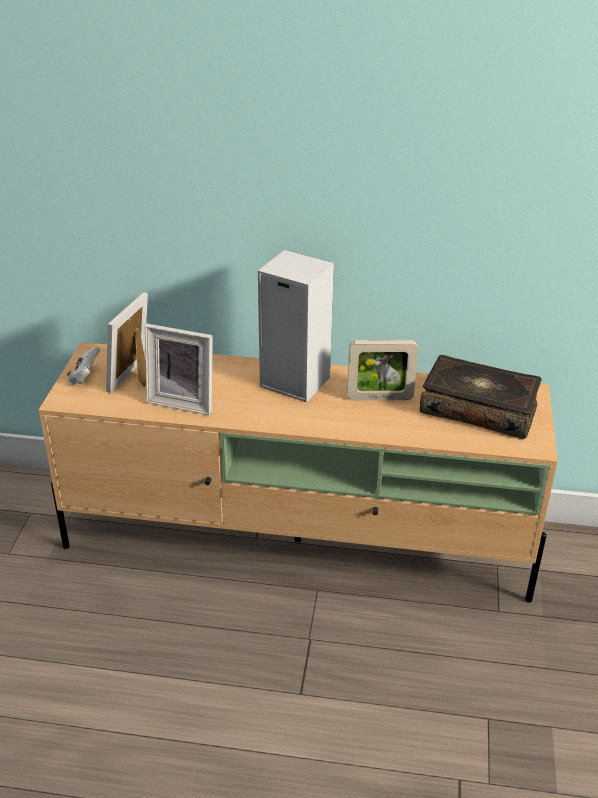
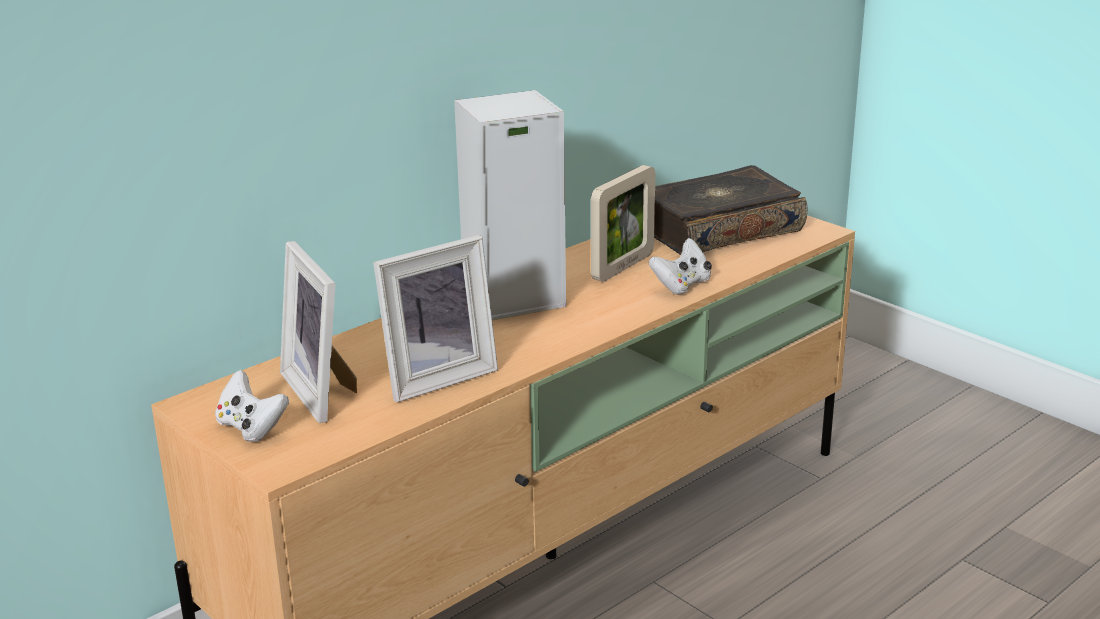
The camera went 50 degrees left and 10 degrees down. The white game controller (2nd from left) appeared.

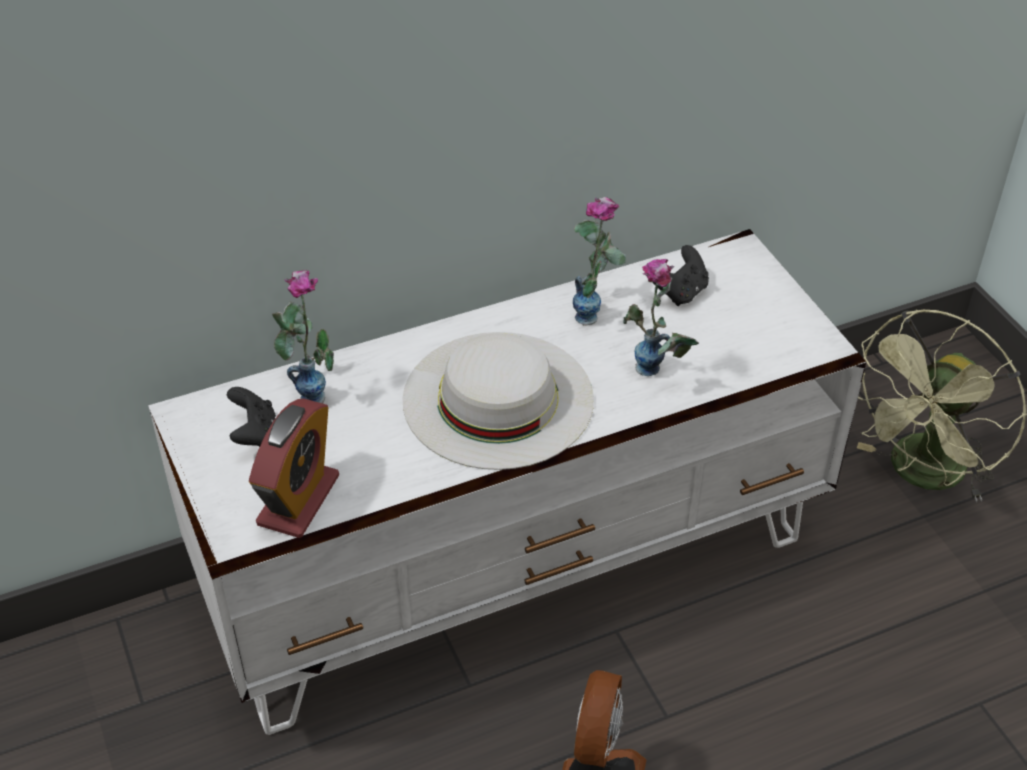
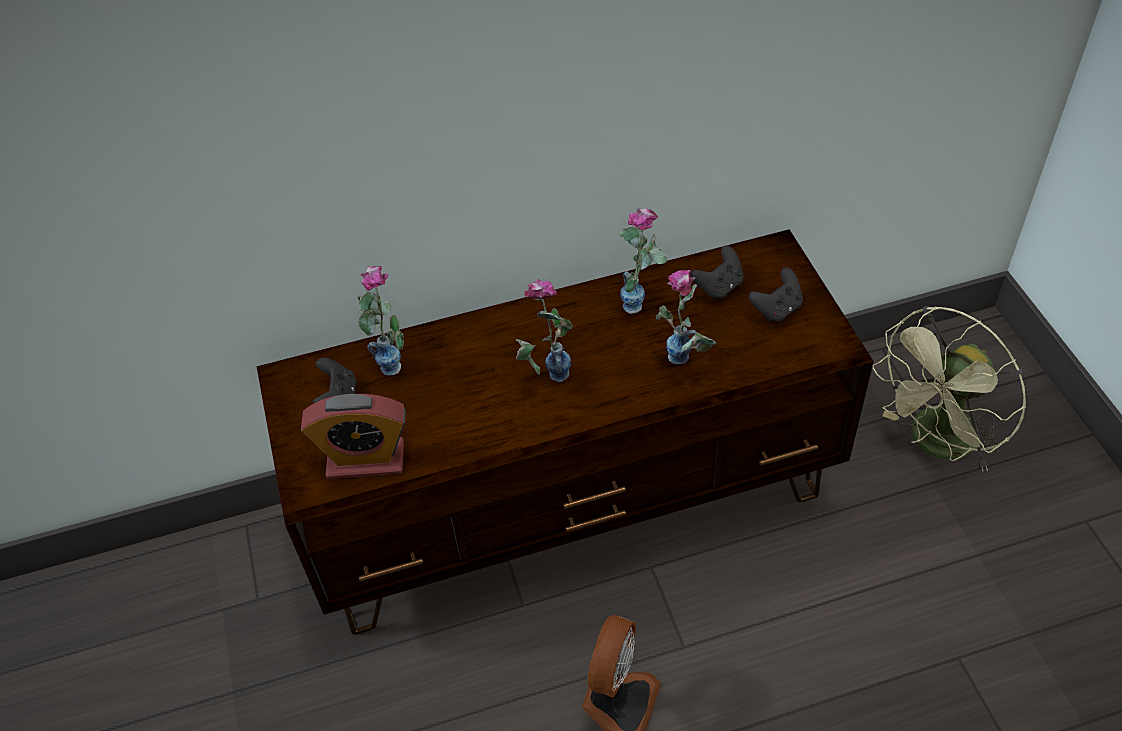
The camera went 10 degrees right and 5 degrees up. The white tv stand became the brown tv stand. The white hat was replaced by the vase (2nd from left). The alarm clock turned 60 degrees clockwise. The black game controller (3rd from left) appeared.

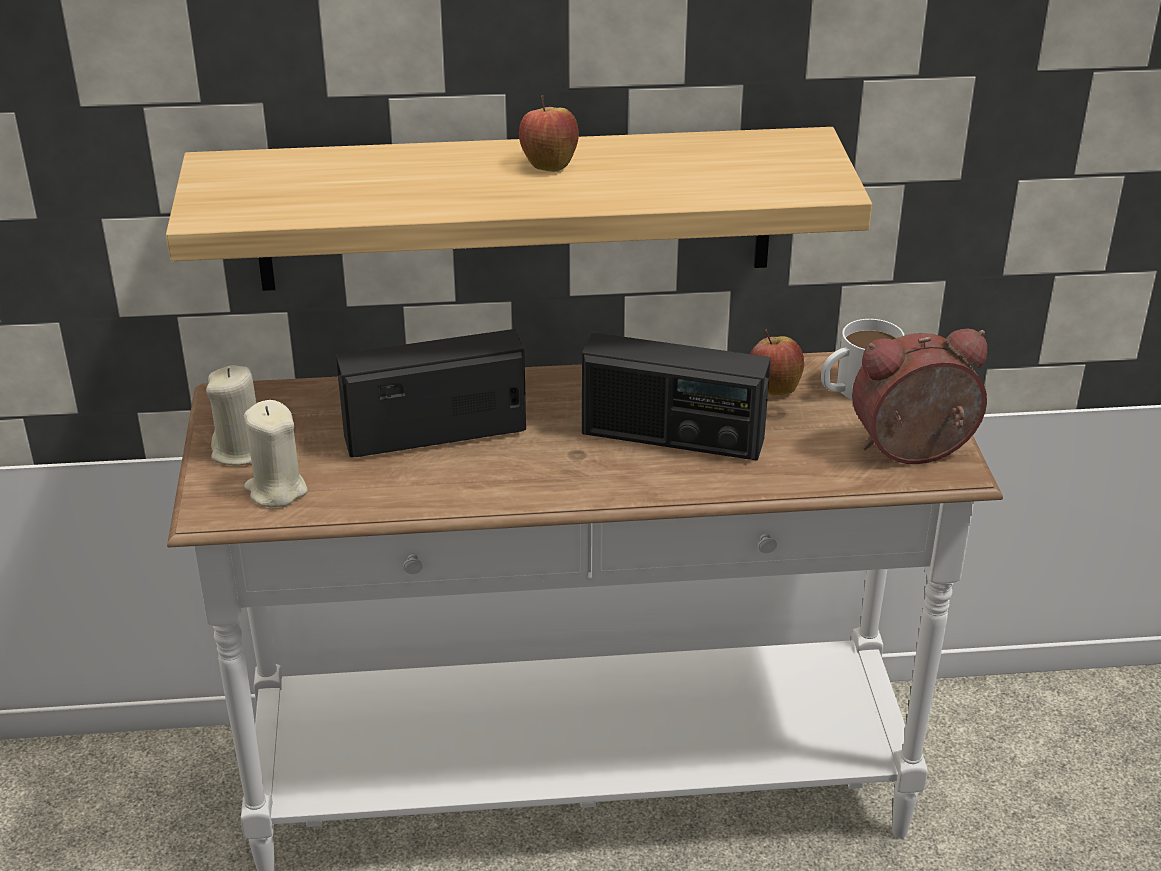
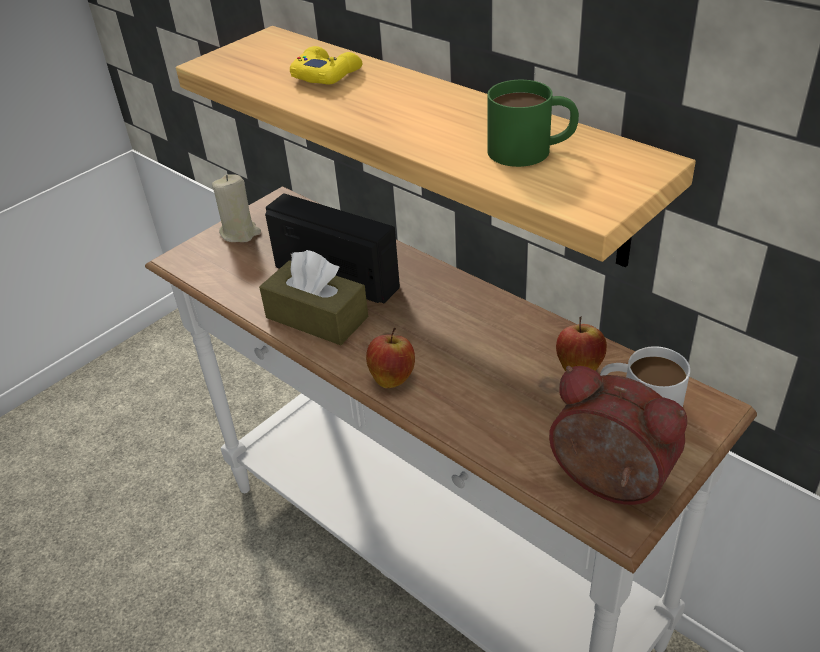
The camera went 50 degrees right and 5 degrees up. The apple (1st from left) moved. The radio (2nd from left) disappeared. The beige candle (2nd from left) disappeared. The yellow game controller appeared. The green mug appeared. The brown tissue box appeared.

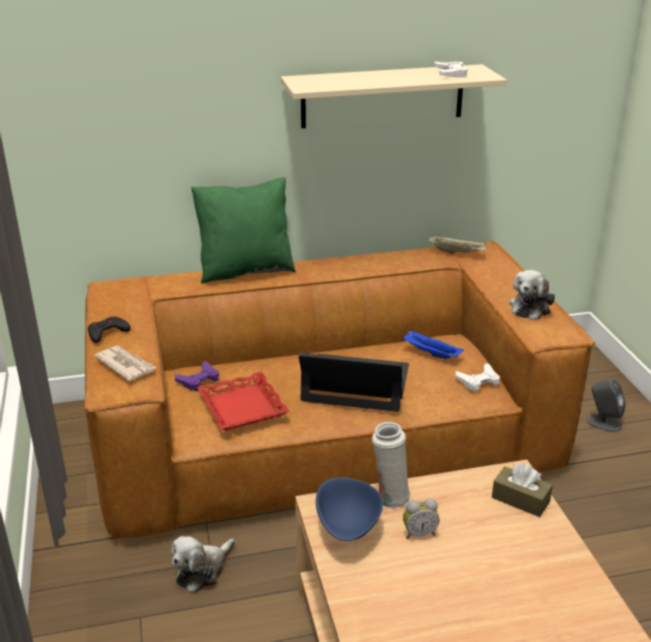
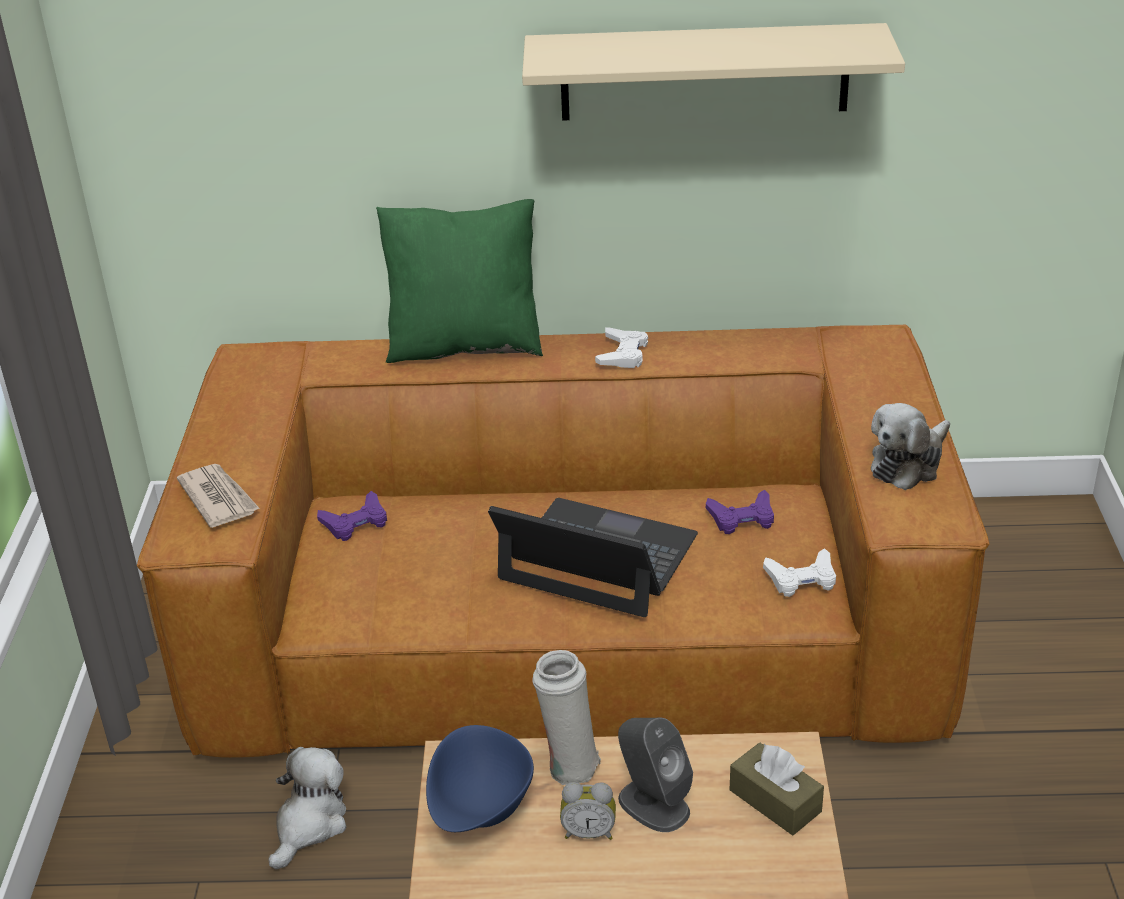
The camera went 15 degrees right and 5 degrees up. The white game controller (1st from left) moved. The beige tray disappeared. The black game controller disappeared. The blue tray was replaced by the purple game controller (2nd from left). The red tray disappeared. The grey speaker moved. The plush toy (1st from left) turned 150 degrees clockwise.

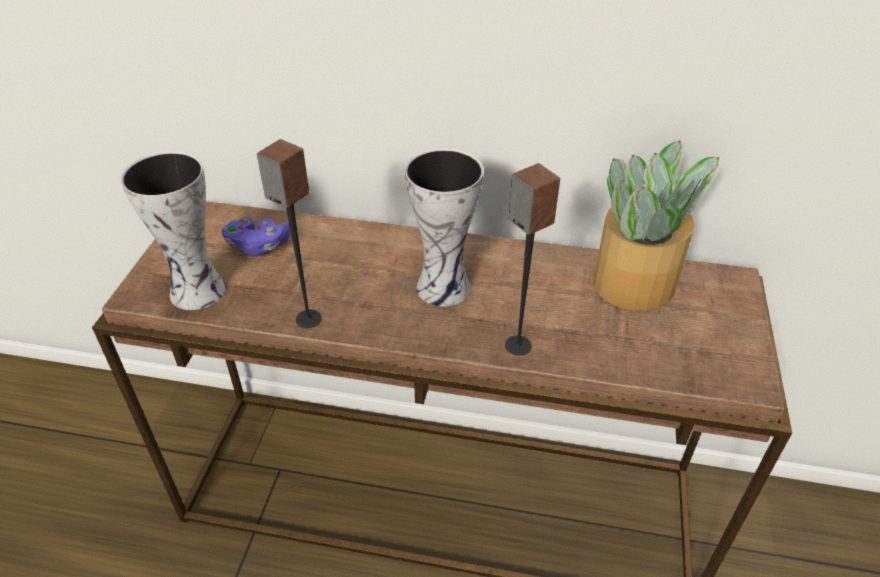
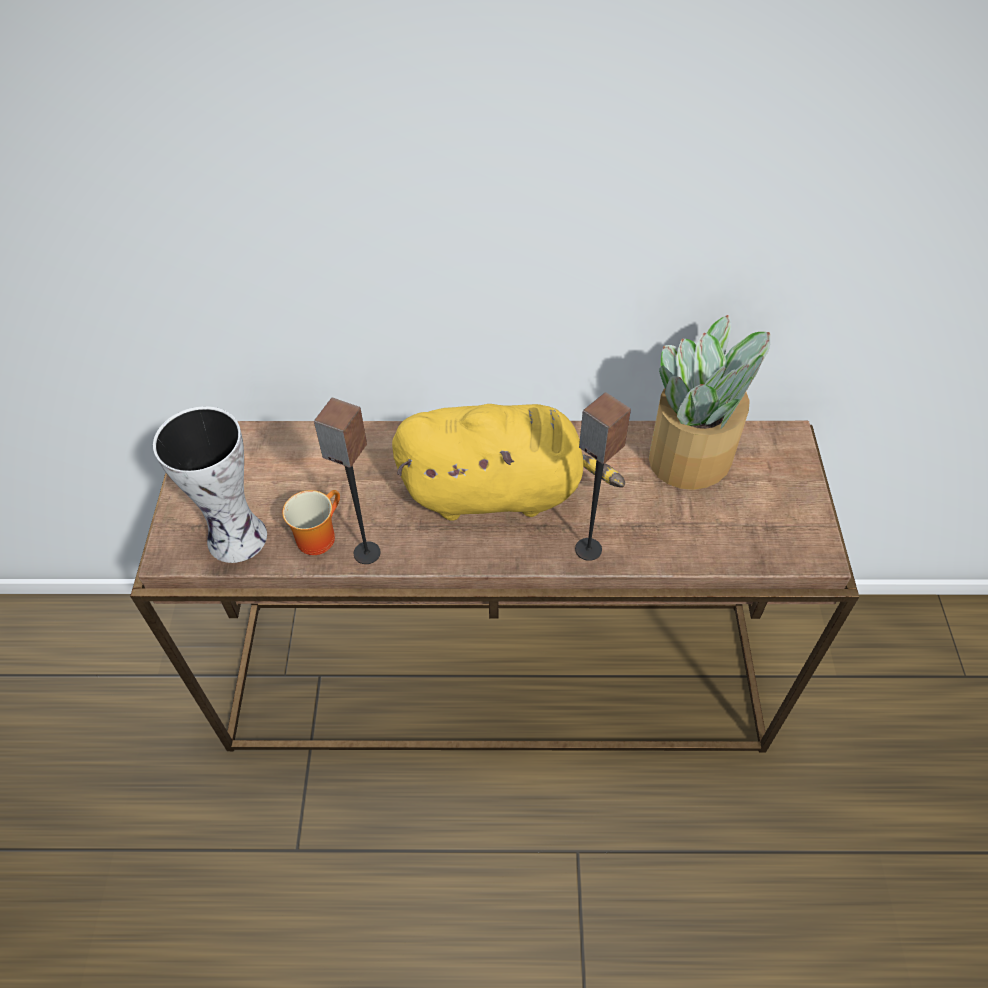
The camera went 10 degrees left and 10 degrees up. The vase (2nd from left) was replaced by the yellow plush toy. The purple game controller disappeared. The mug appeared.

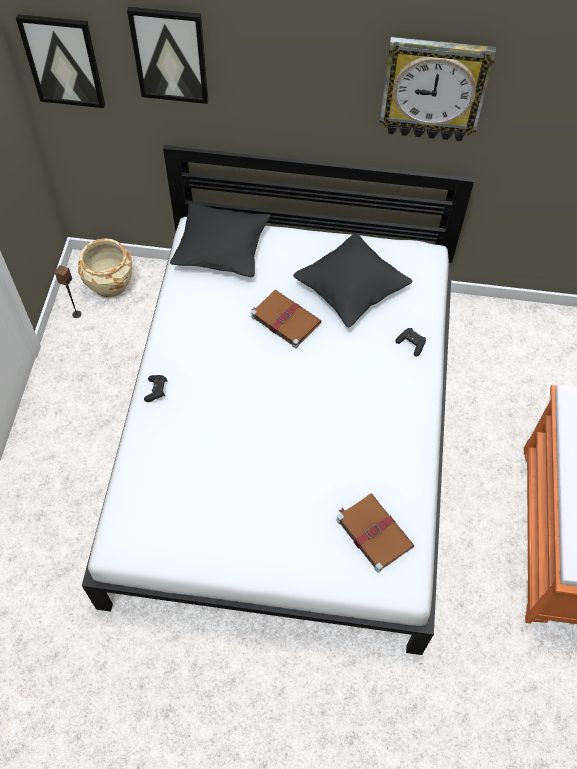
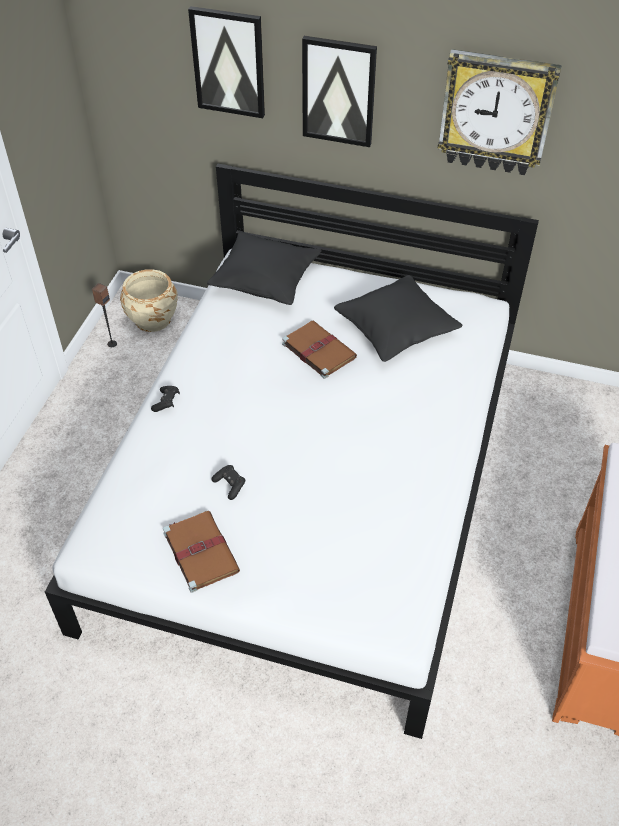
The camera went 10 degrees right and 10 degrees down. The picture (1st from left in the first image) moved. The black game controller (2nd from left) moved. The brown book (2nd from left in the first image) moved.

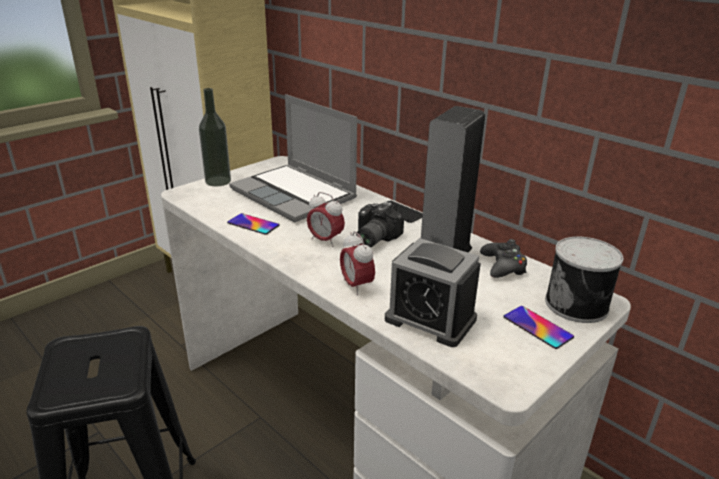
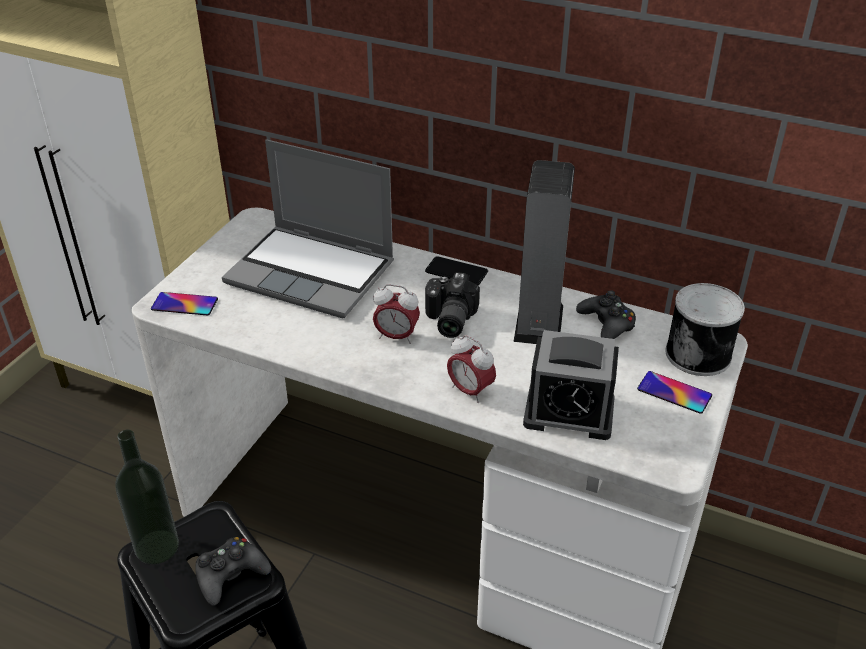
The camera went 20 degrees left and 10 degrees up. The bottle moved. The phone (1st from left) moved. The black game controller (1st from left) appeared.

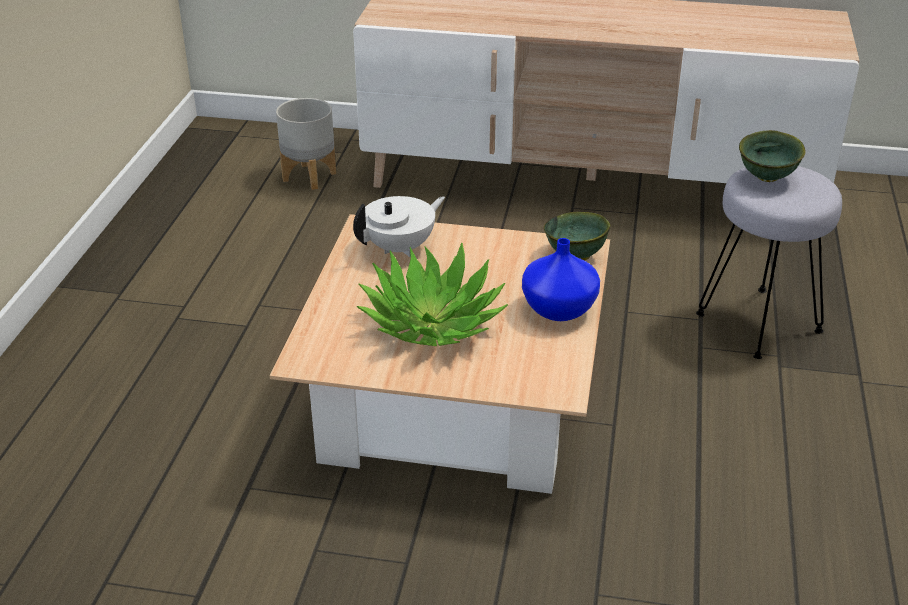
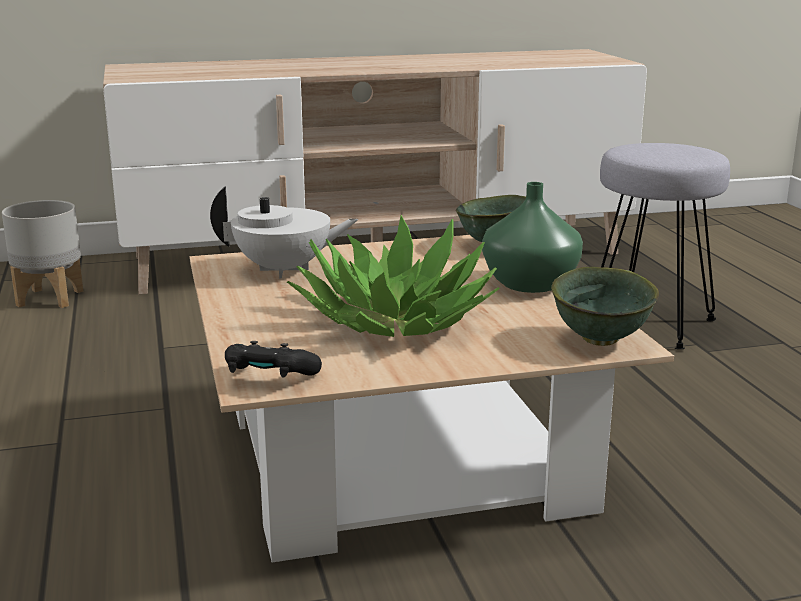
The camera went 25 degrees left and 15 degrees down. The green bowl (2nd from left) moved. The white teapot turned 60 degrees clockwise. The blue vase became the green vase. The black game controller appeared.

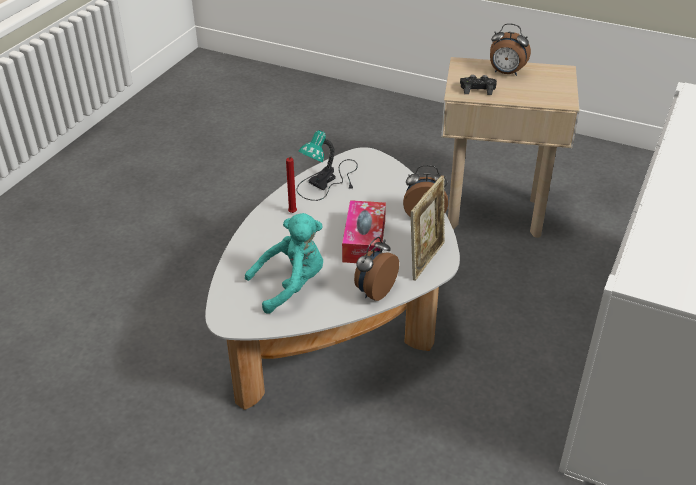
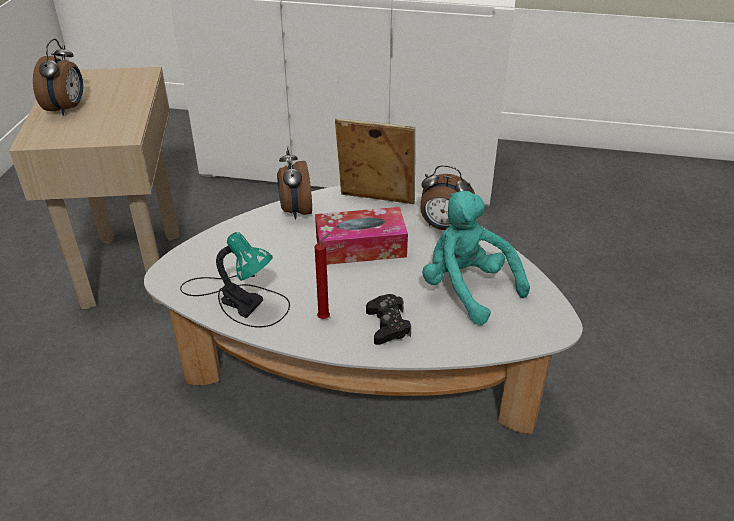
The camera went 105 degrees left and 0 degrees up. The black game controller moved.

